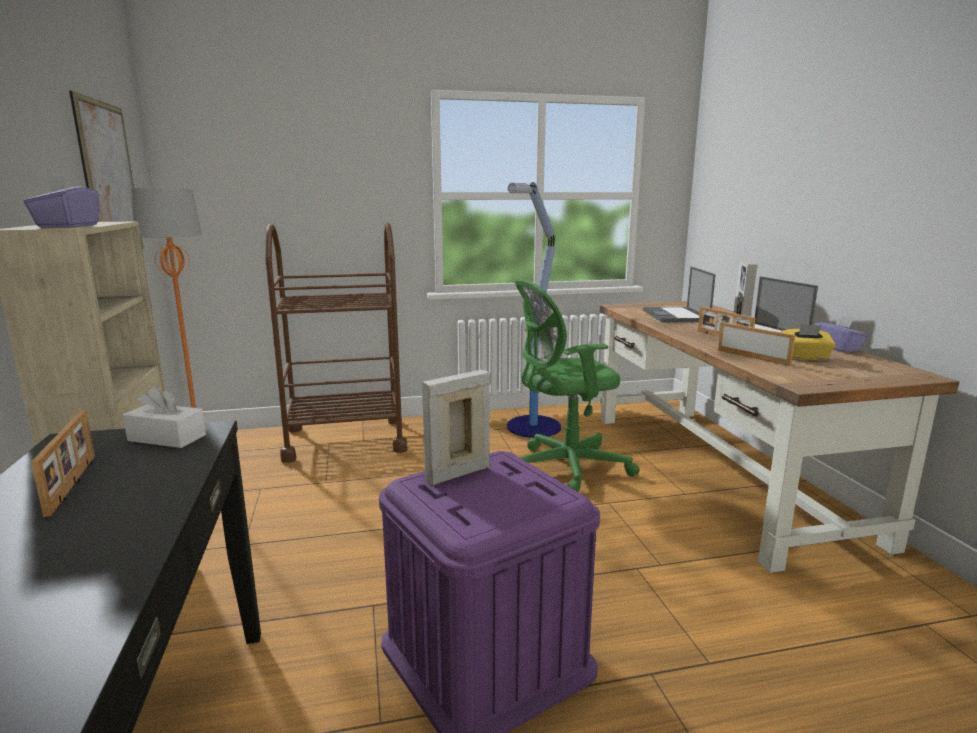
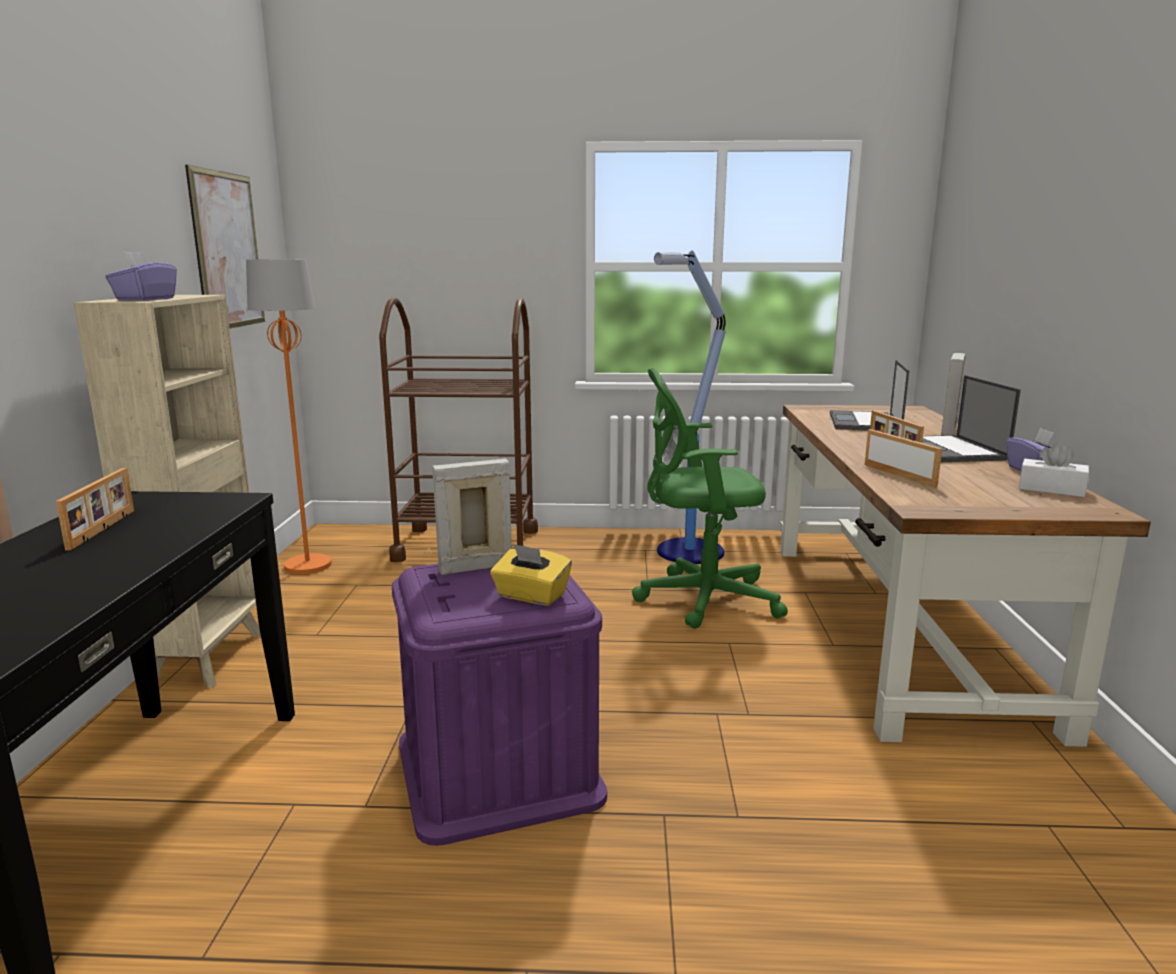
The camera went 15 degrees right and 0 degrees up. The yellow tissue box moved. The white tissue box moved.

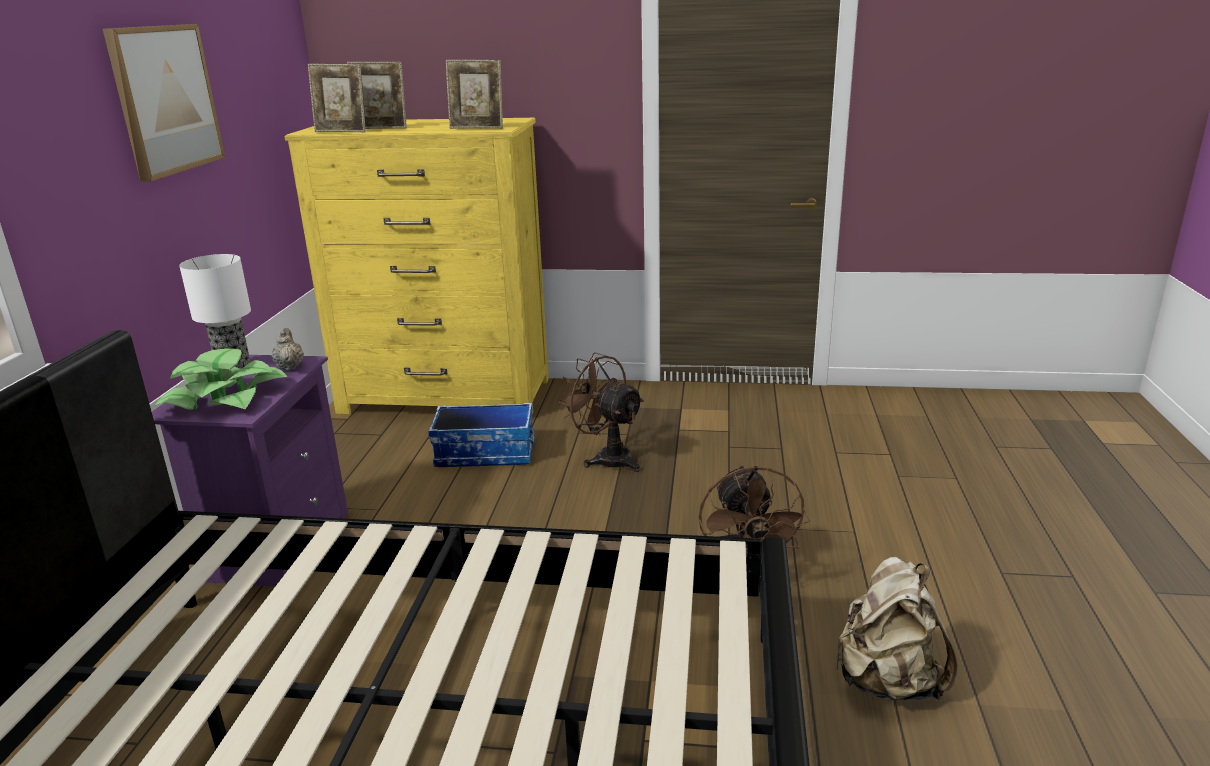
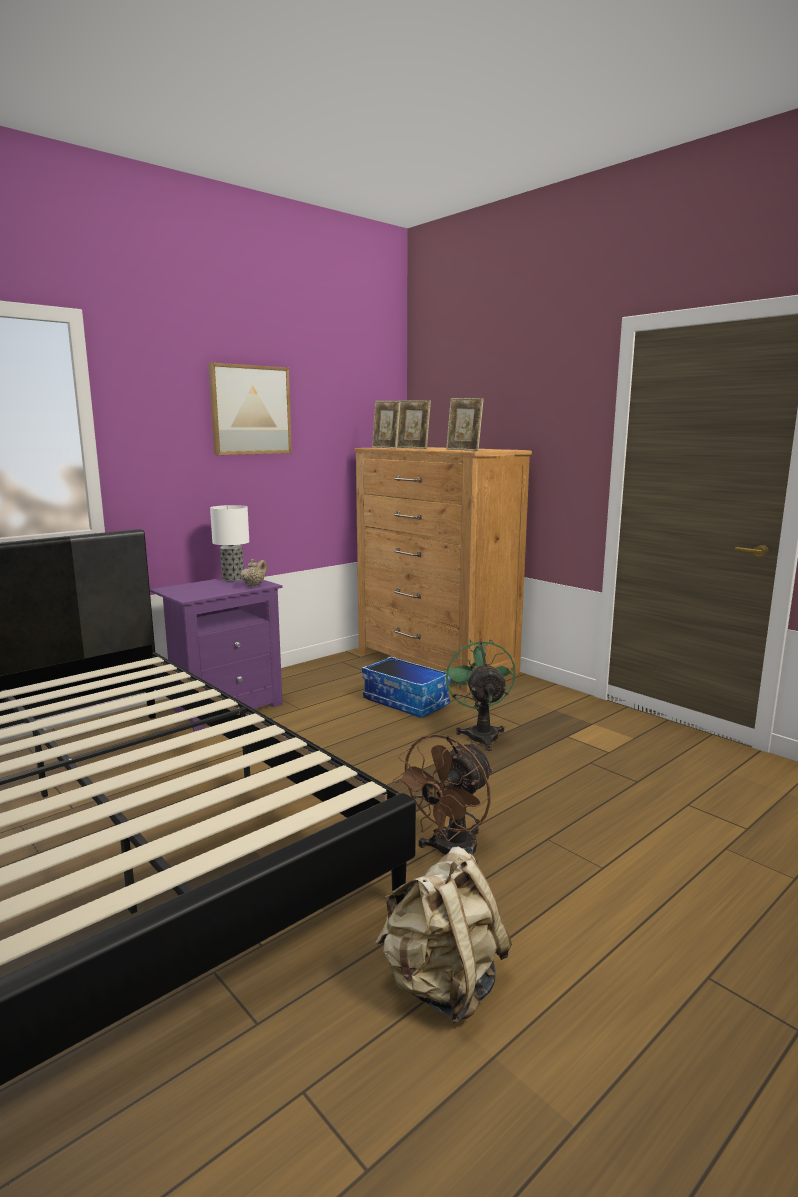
The camera went 40 degrees right and 10 degrees down. The yellow dresser became the brown dresser. The potted plant disappeared. The brown fan (1st from left) became the green fan.

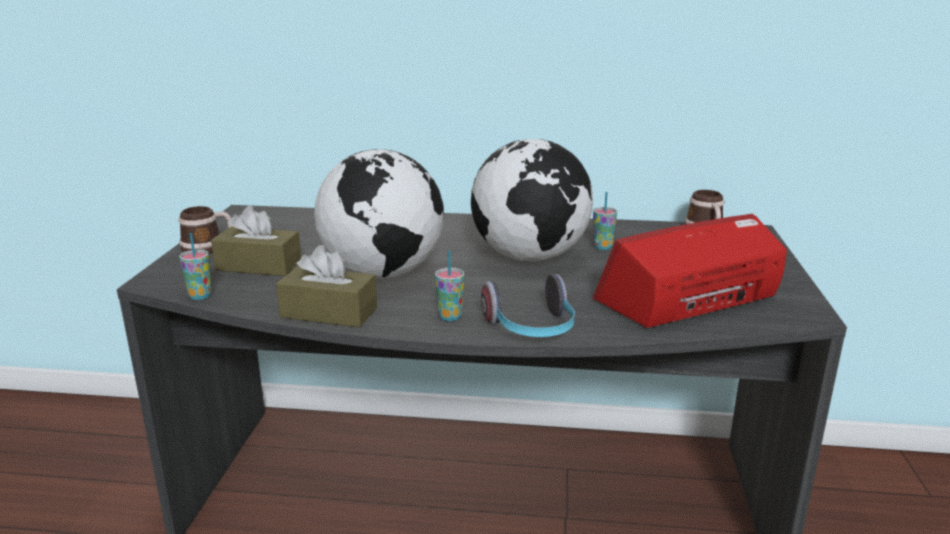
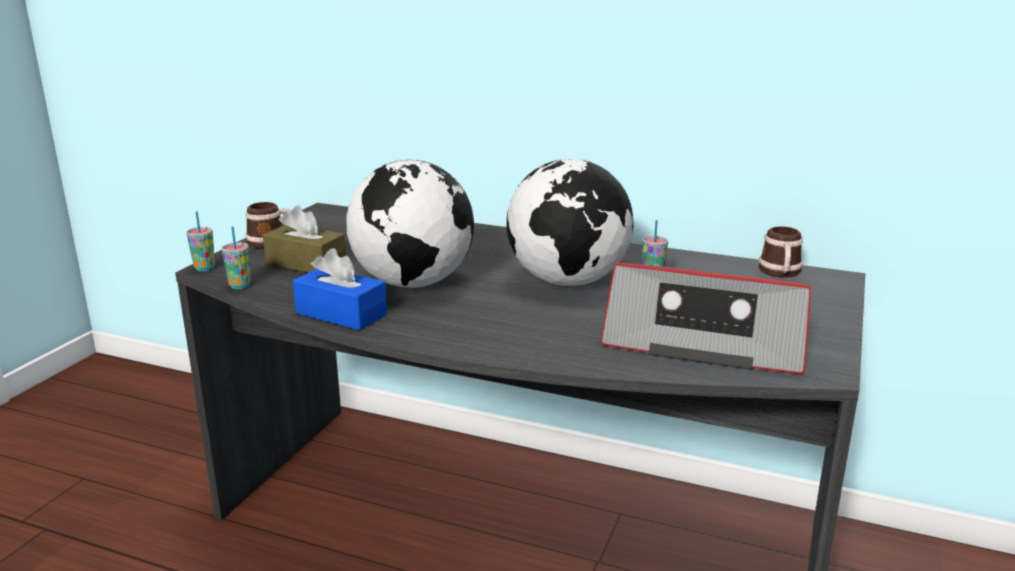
The camera went 15 degrees right and 0 degrees up. The radio turned 150 degrees counterclockwise. The brown tissue box (2nd from left) became the blue tissue box. The cup (2nd from left in the first image) moved. The headphones disappeared.

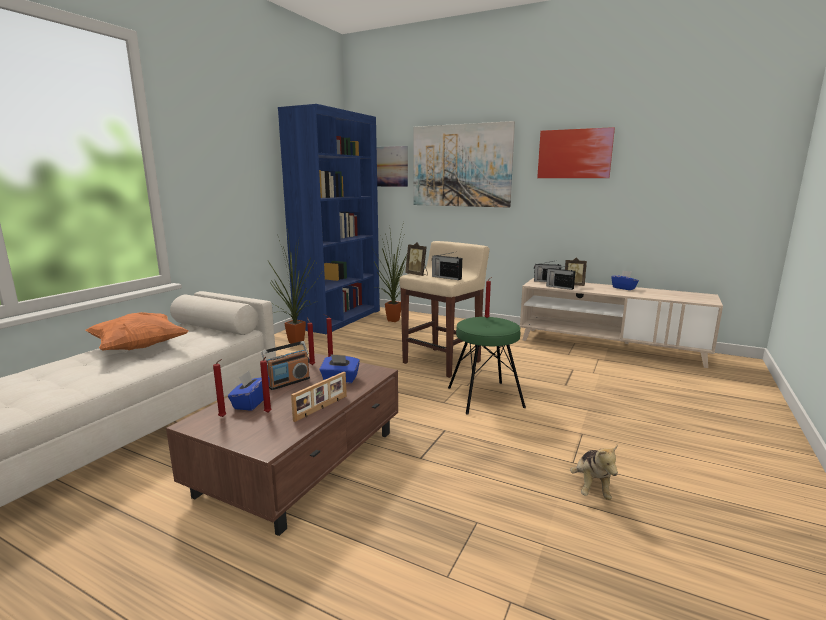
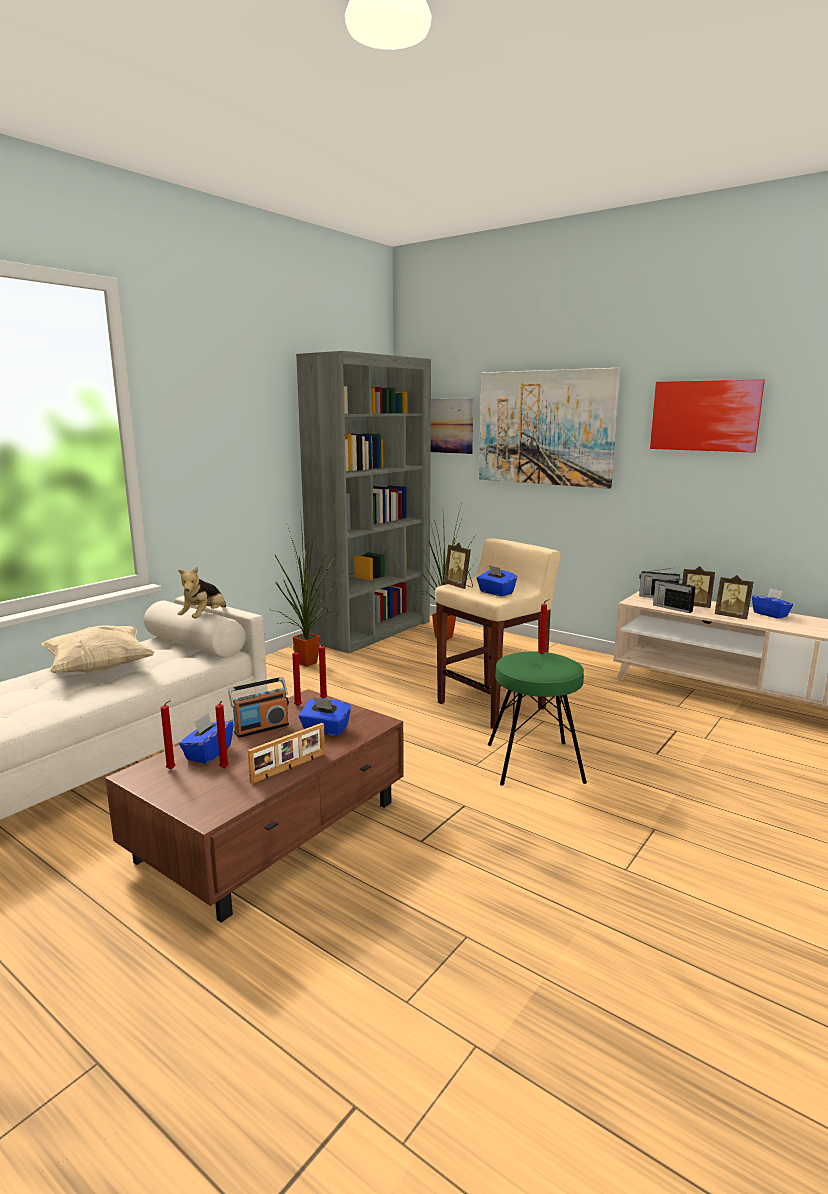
The camera went 10 degrees right and 0 degrees up. The blue bookcase became the grey bookcase. The radio (2nd from left) was replaced by the blue tissue box (3rd from left). The orange pillow became the beige pillow. The plush toy moved. The picture frame (4th from left) appeared.

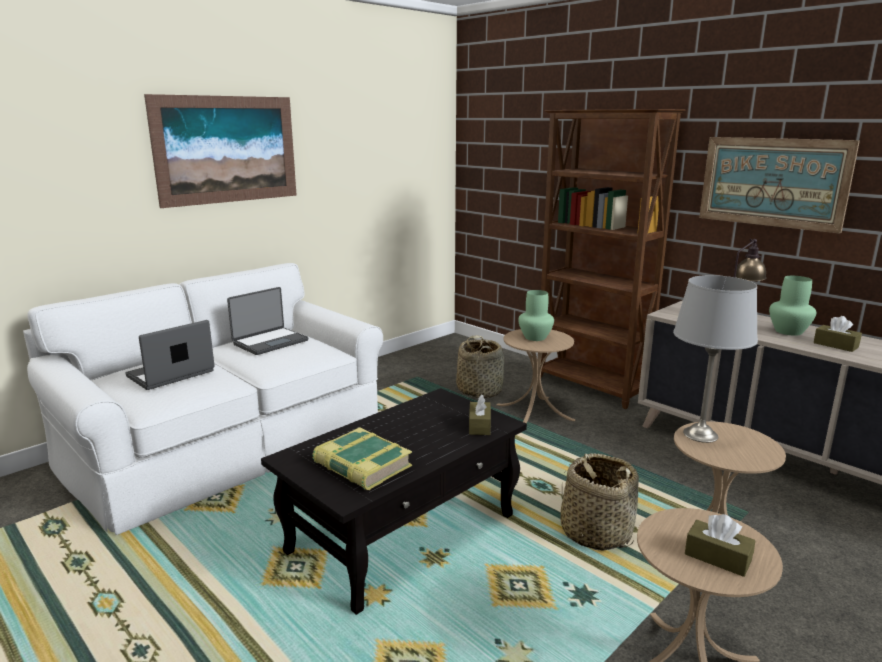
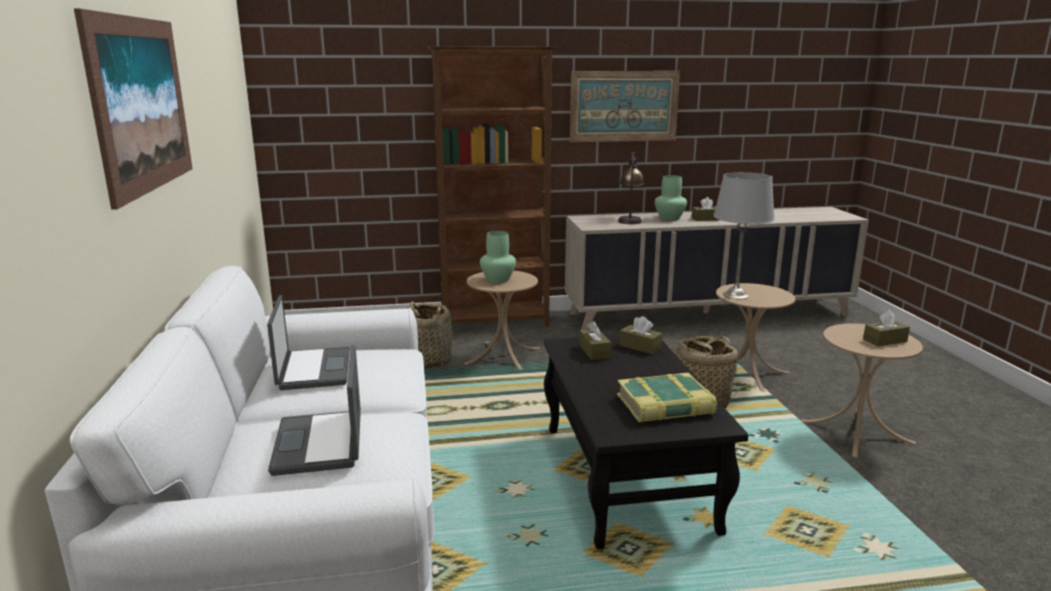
The camera went 55 degrees left and 0 degrees up. The brown tissue box (1st from left) appeared.

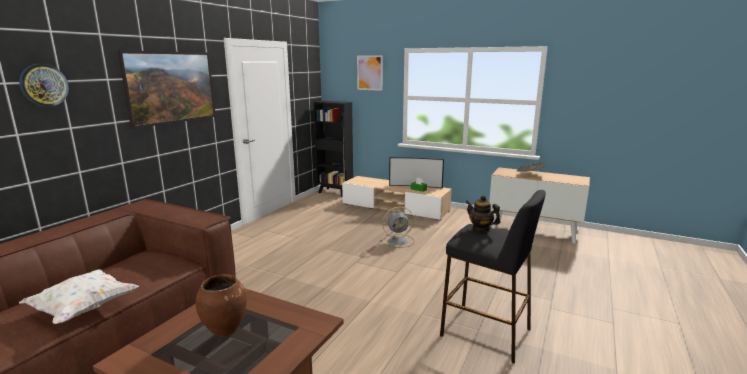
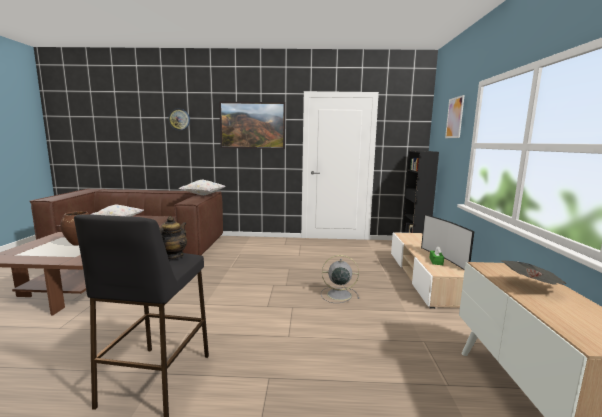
The camera went 65 degrees right and 5 degrees down. The grey fan turned 135 degrees clockwise. The white pillow (2nd from left) appeared.

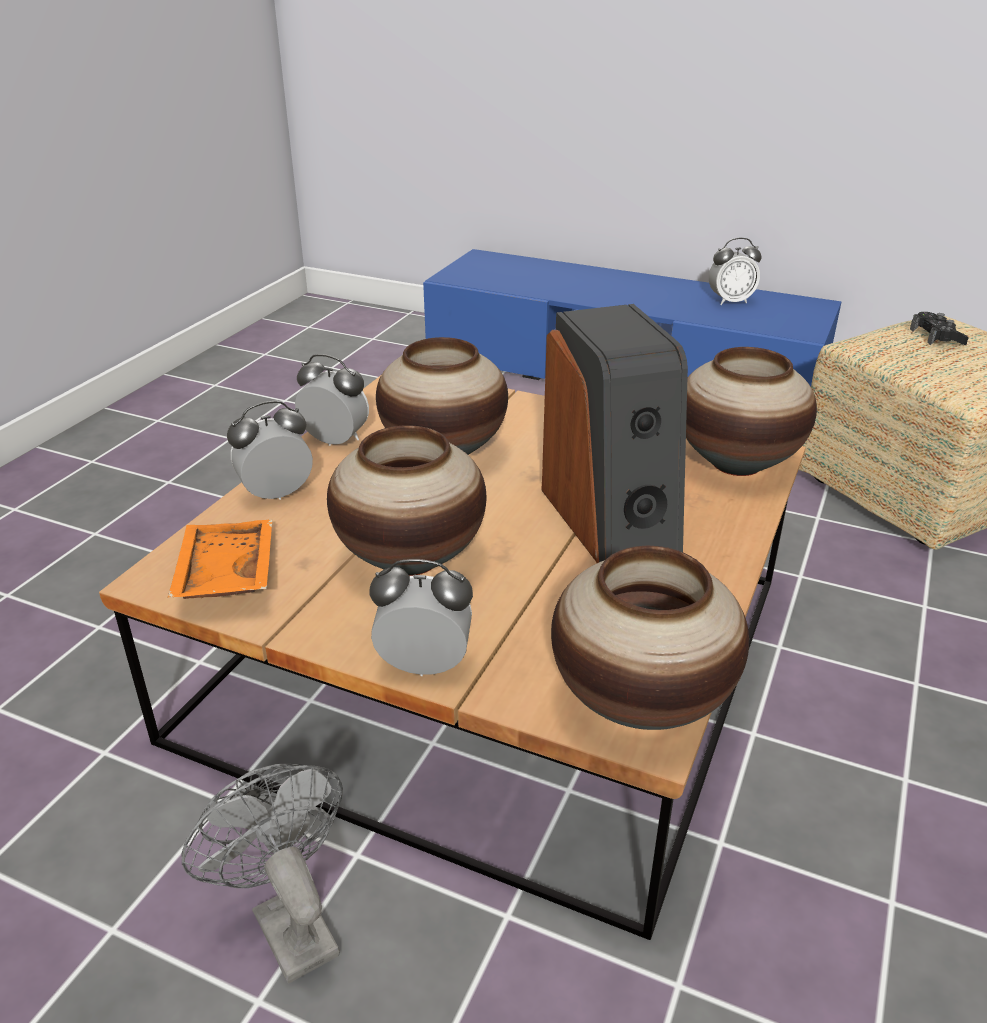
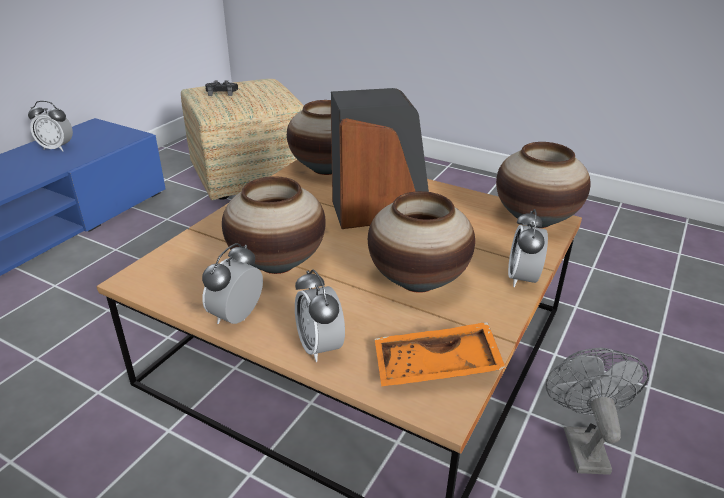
The camera went 85 degrees left and 0 degrees up. The alarm clock (4th from left in the first image) turned 105 degrees clockwise. The grey fan turned 120 degrees clockwise.

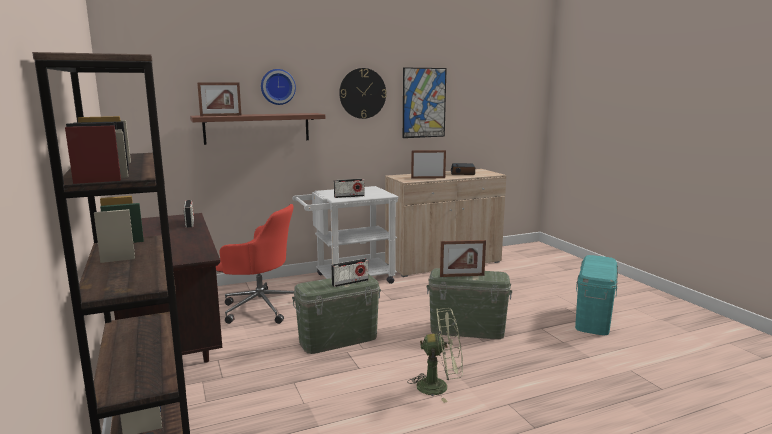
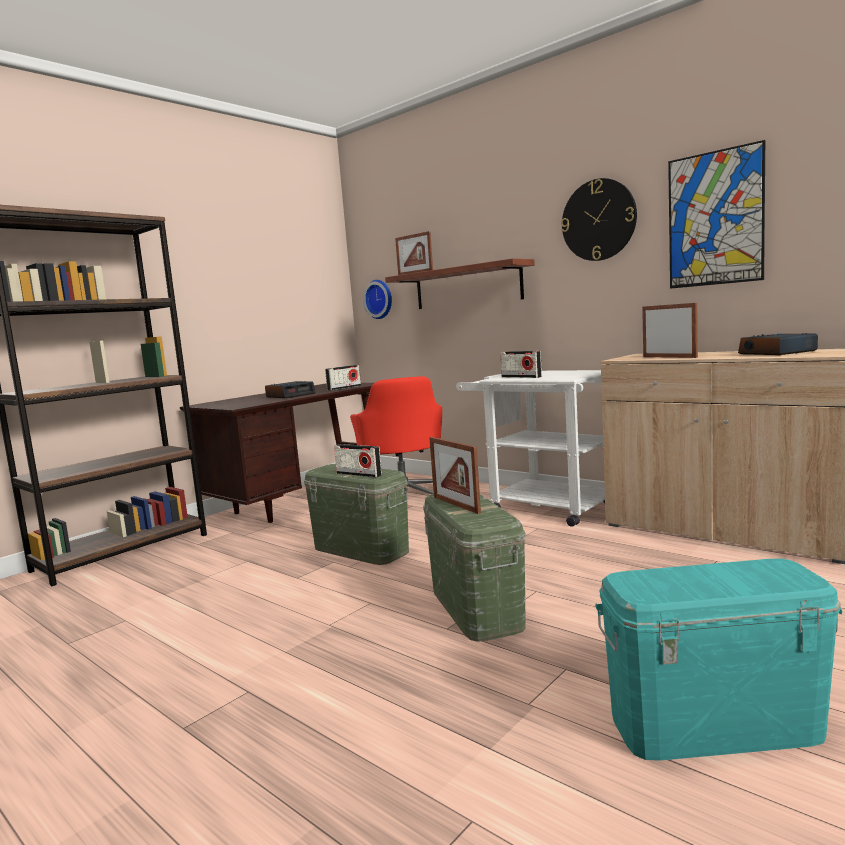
The camera went 65 degrees right and 5 degrees down. The wall clock (1st from left) moved. The green fan disappeared. The alarm clock (1st from left) appeared.

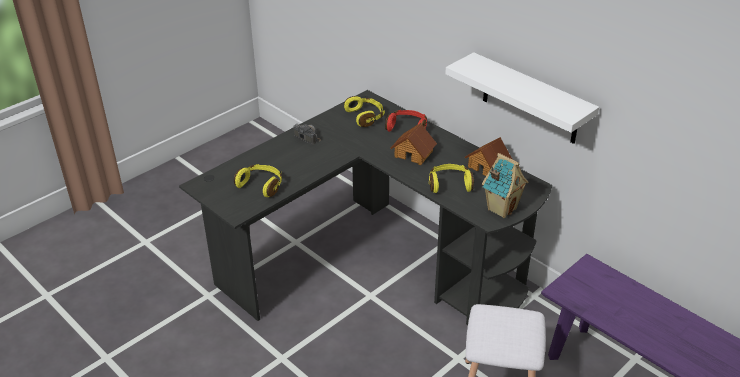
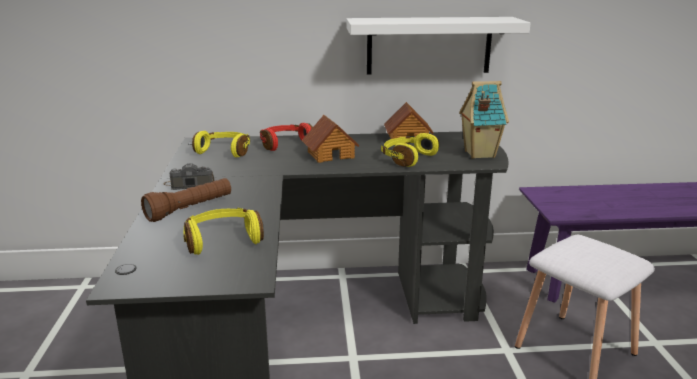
The camera went 50 degrees left and 15 degrees down. The brown flashlight appeared.

